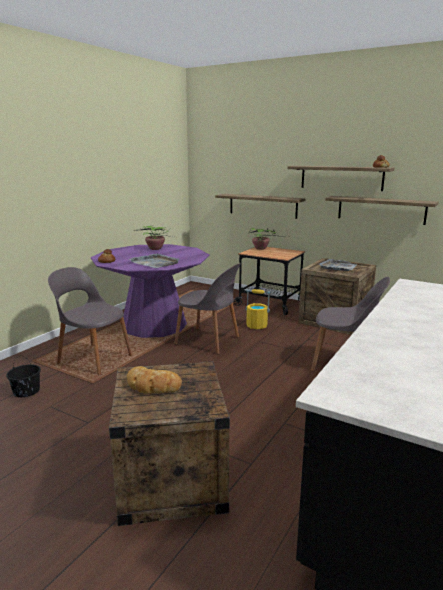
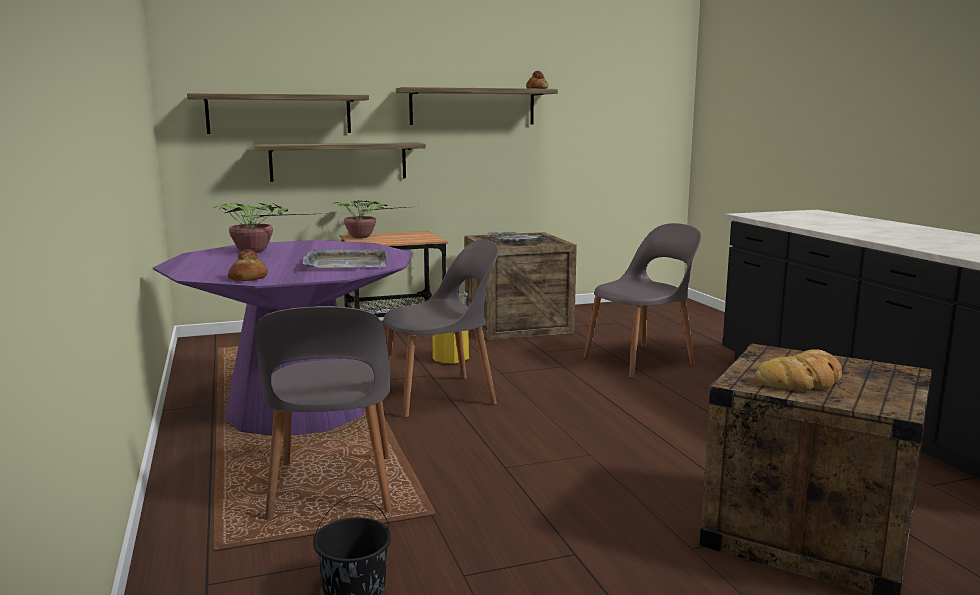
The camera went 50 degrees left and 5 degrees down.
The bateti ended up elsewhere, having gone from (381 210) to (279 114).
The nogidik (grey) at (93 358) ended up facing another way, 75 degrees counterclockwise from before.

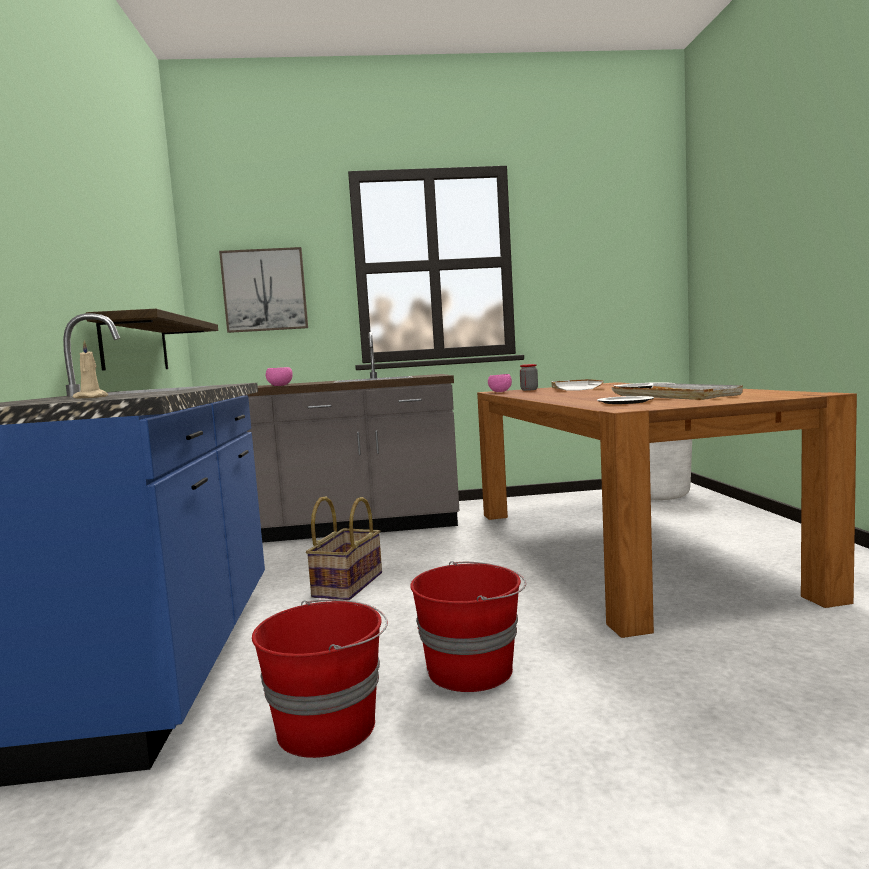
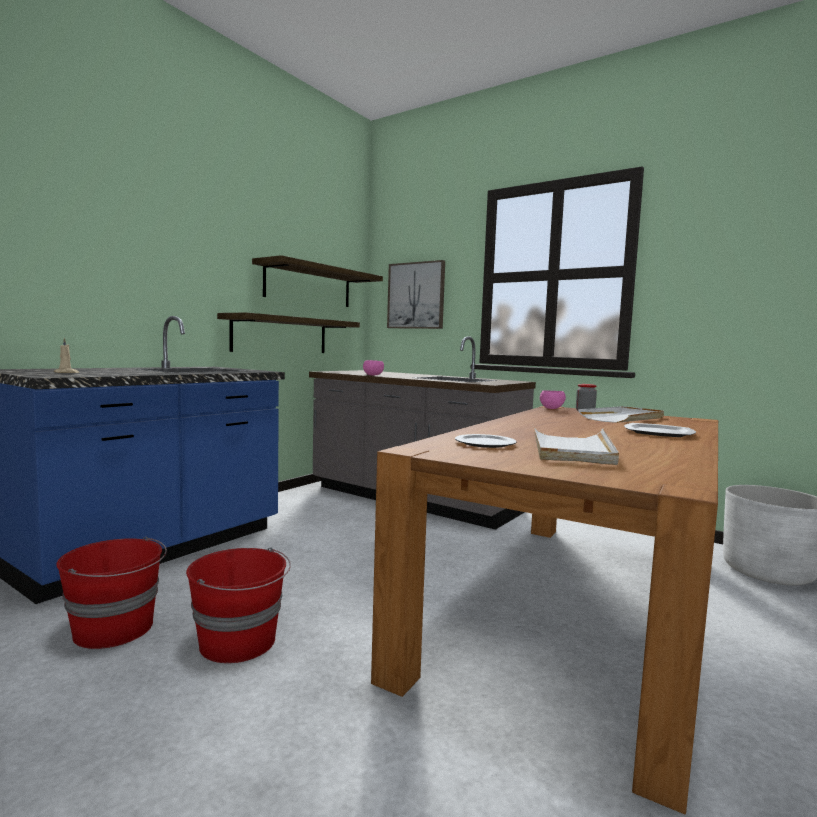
The camera went 40 degrees right and 0 degrees up.
The second view gained the bateti at (309 285).
The second view lost the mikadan at (347 584).

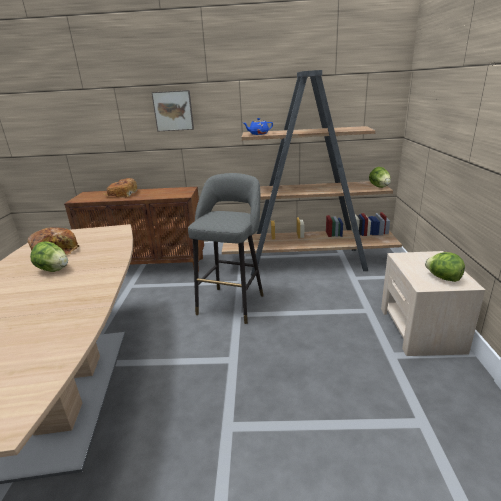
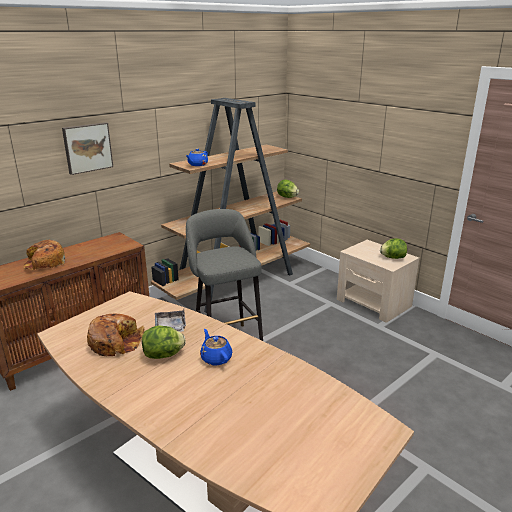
The camera went 45 degrees left and 0 degrees up.
The second view gained the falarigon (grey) at (171 327).
The second view gained the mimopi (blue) at (216 358).

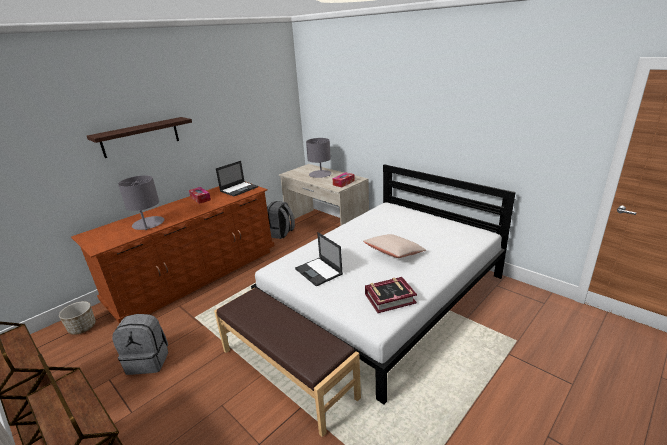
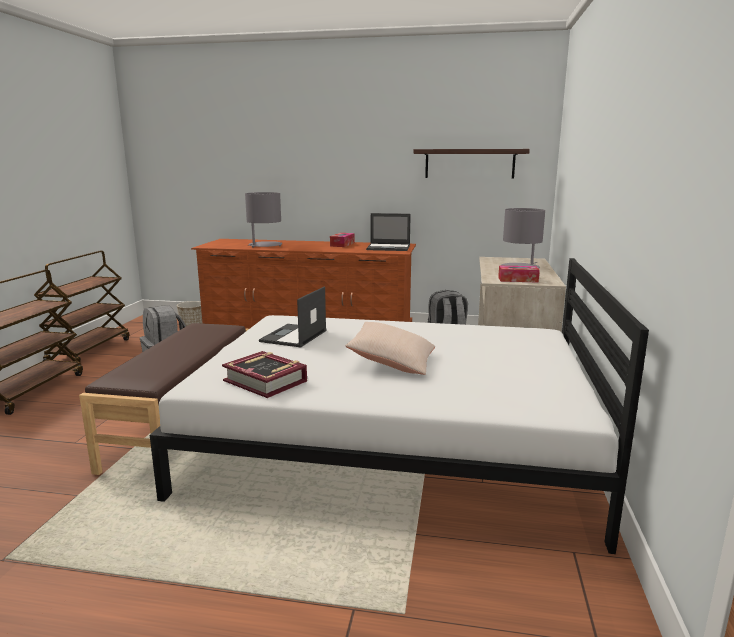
The camera went 55 degrees right and 10 degrees down.
The bateti ended up elsewhere, having gone from (140 137) to (469 163).

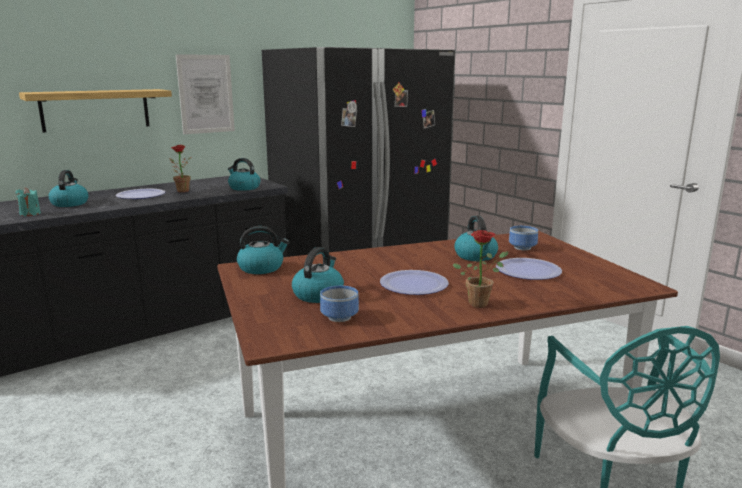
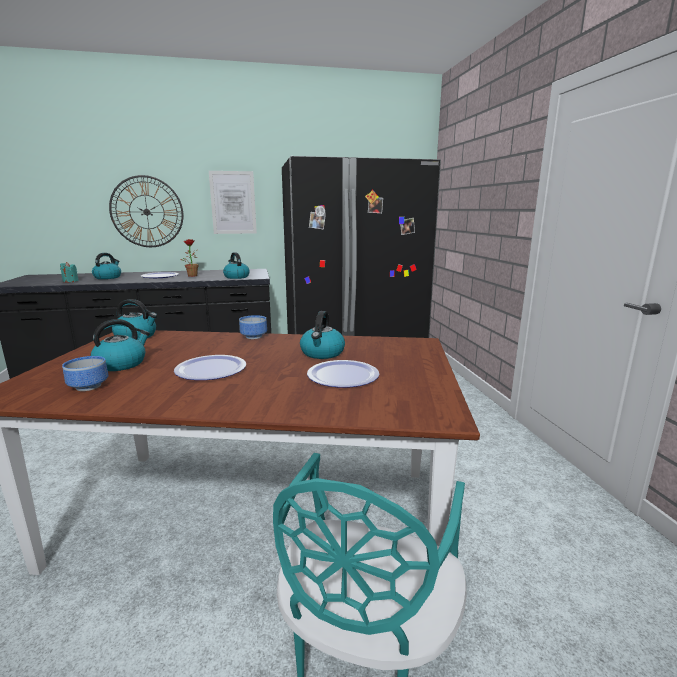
The camera went 25 degrees right and 0 degrees up.
Where the bateti hung at (95 110), the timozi came to hang at (147 212).
The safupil ended up elsewhere, having gone from (522 247) to (254 336).
The second view lost the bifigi at (480 303).

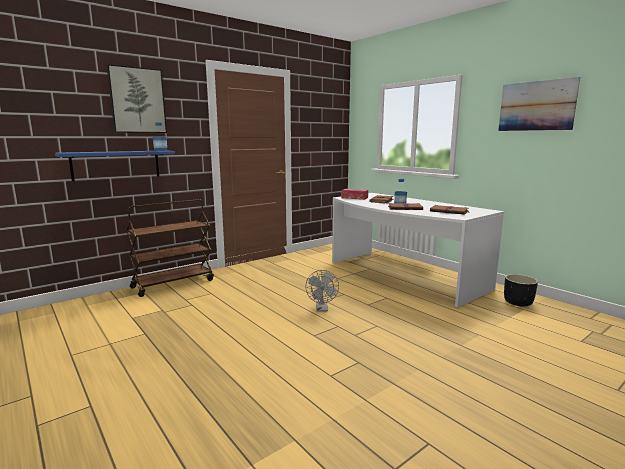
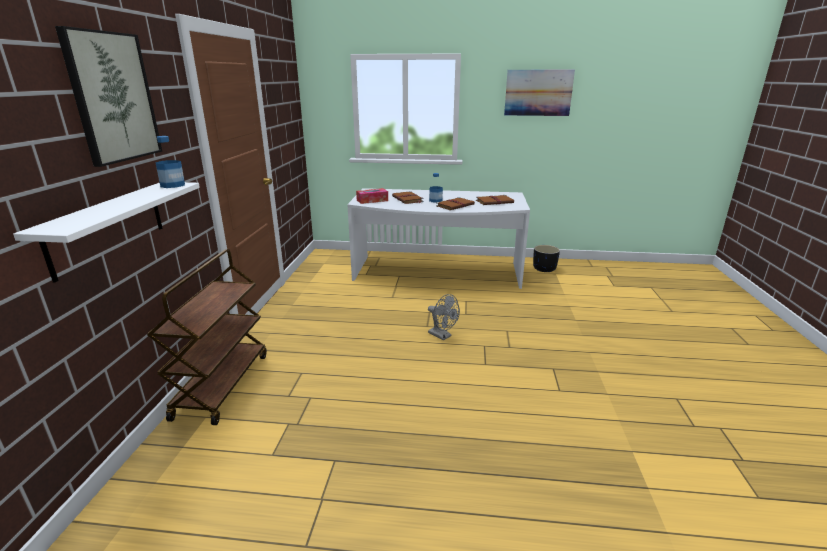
The camera went 45 degrees left and 10 degrees up.
What was the bateti (blue) at (116 165) turned into the bateti (white) at (108 227).

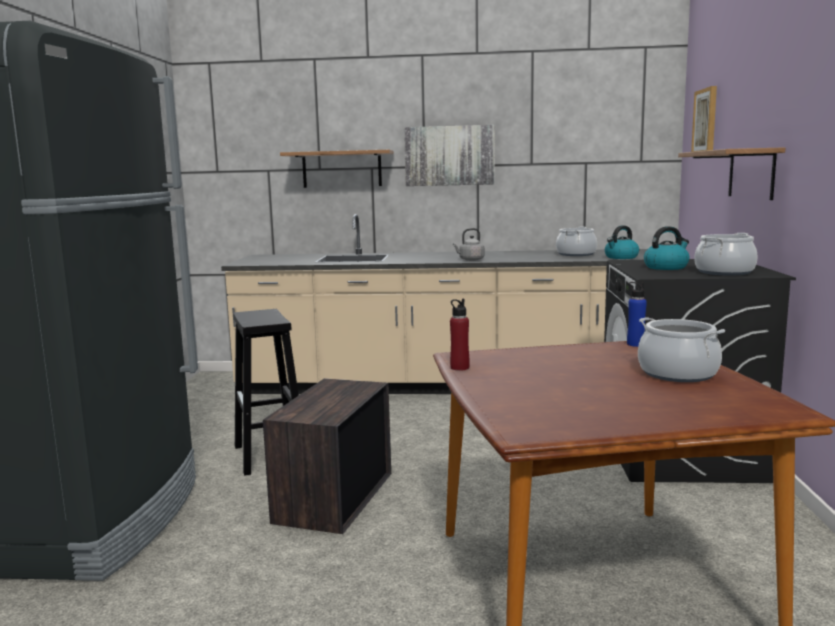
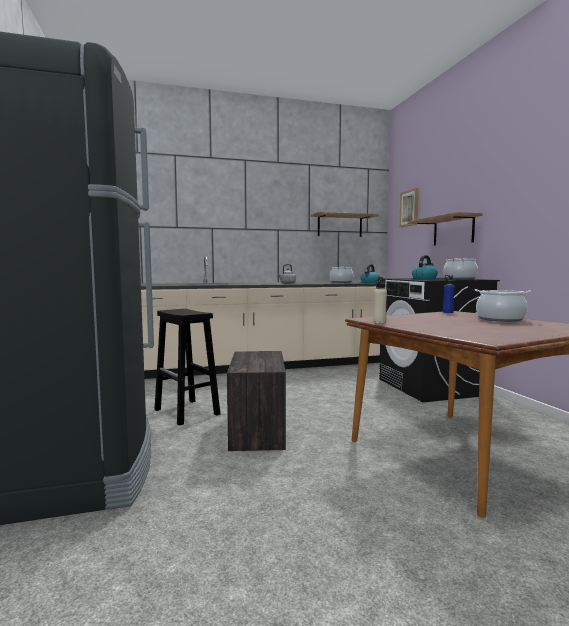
The camera went 20 degrees left and 5 degrees down.
The bateti ended up elsewhere, having gone from (342 169) to (339 226).
What was the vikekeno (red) at (459 367) turned into the vikekeno (beige) at (379 322).
The second view lost the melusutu at (449 156).

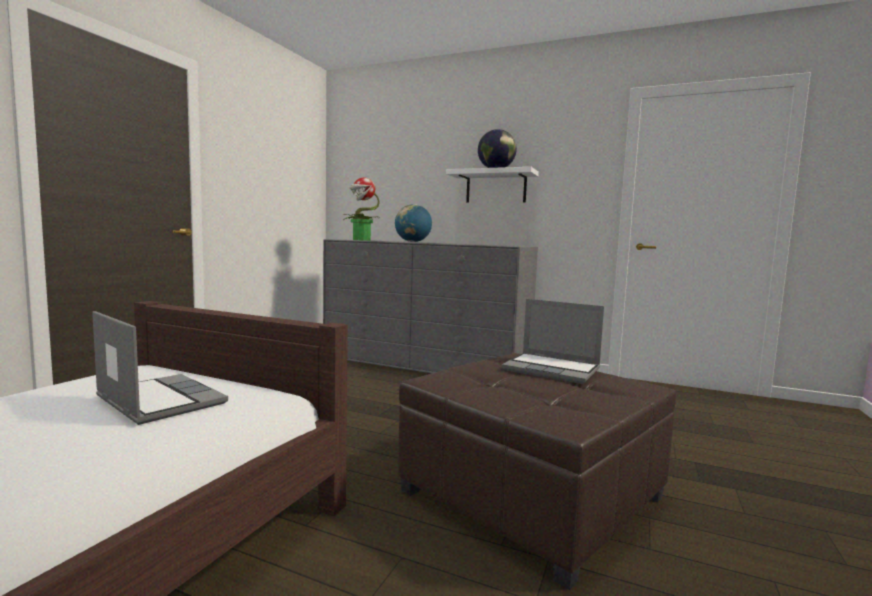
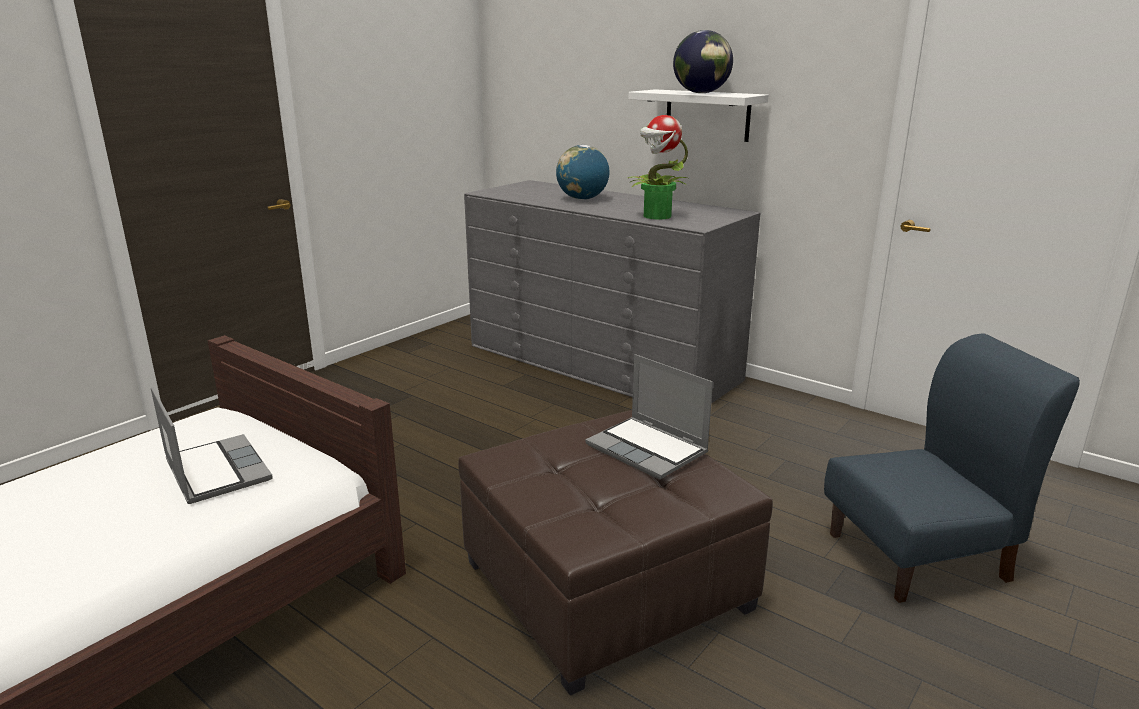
The camera went 15 degrees right and 15 degrees up.
The bifigi ended up elsewhere, having gone from (361 240) to (656 216).
The second view gained the nogidik (blue) at (919 556).

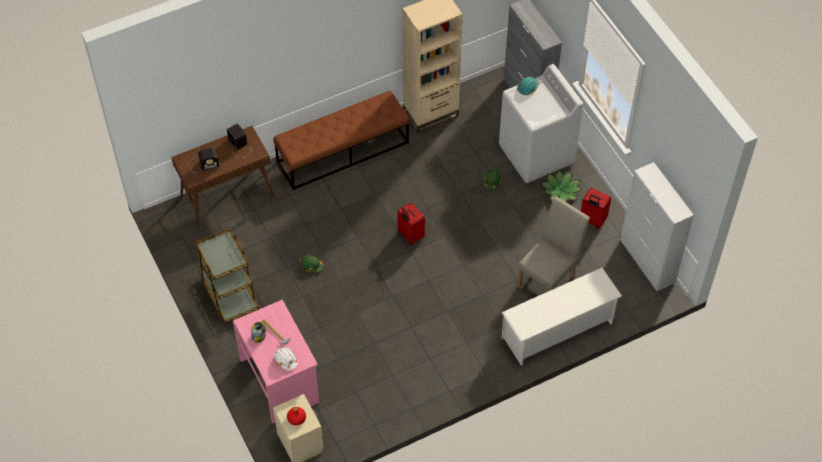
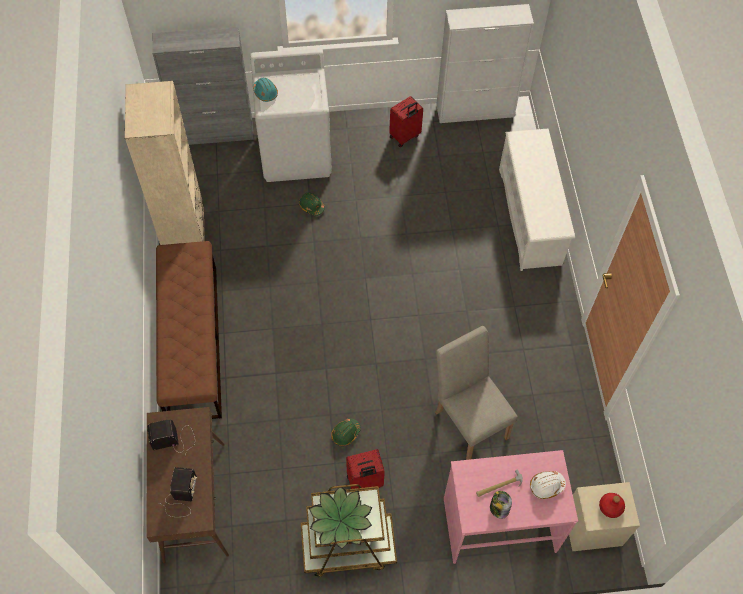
The camera went 70 degrees left and 5 degrees up.
The bifigi ended up elsewhere, having gone from (561 190) to (340 520).
The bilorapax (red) ended up elsewhere, having gone from (410 235) to (364 482).
The nogidik (beige) ended up elsewhere, having gone from (549 278) to (469 419).

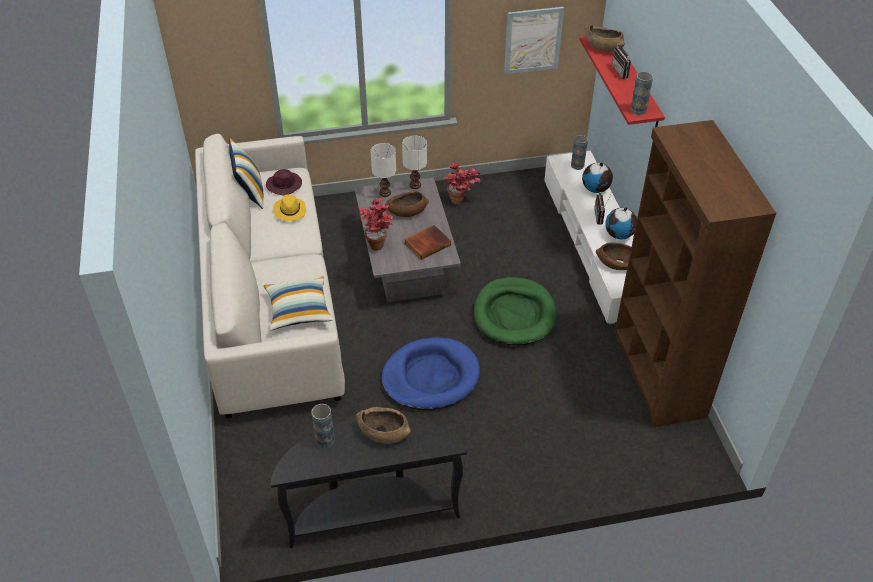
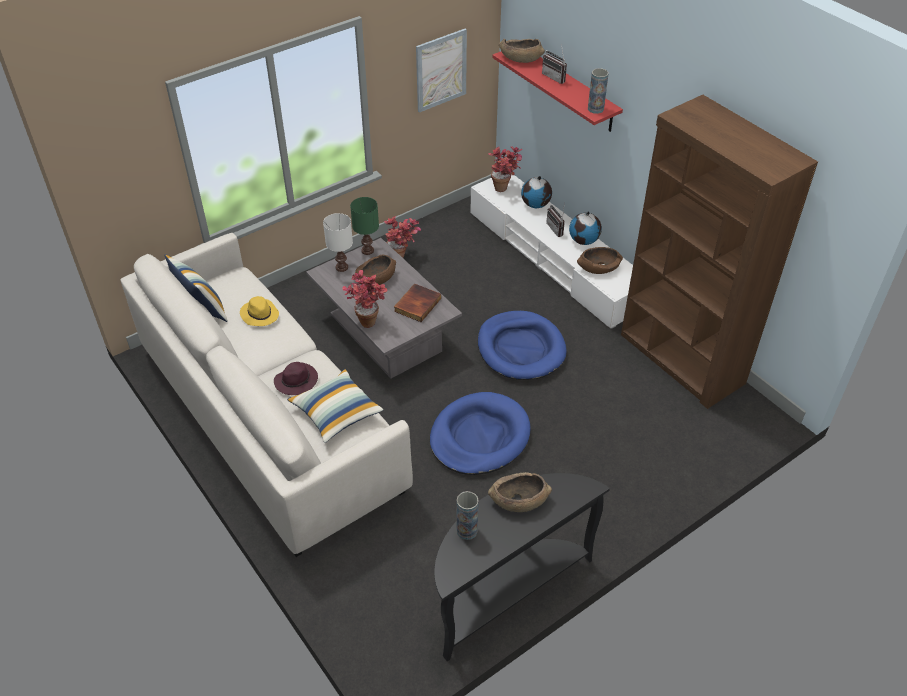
The camera went 25 degrees left and 0 degrees up.
The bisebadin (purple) ended up elsewhere, having gone from (285 185) to (296 380).
What was the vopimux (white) at (415 185) turned into the vopimux (green) at (368 250).
What was the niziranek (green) at (514 314) turned into the niziranek (blue) at (521 348).
Where the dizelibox stood at (577 165), the bifigi came to stand at (505 187).

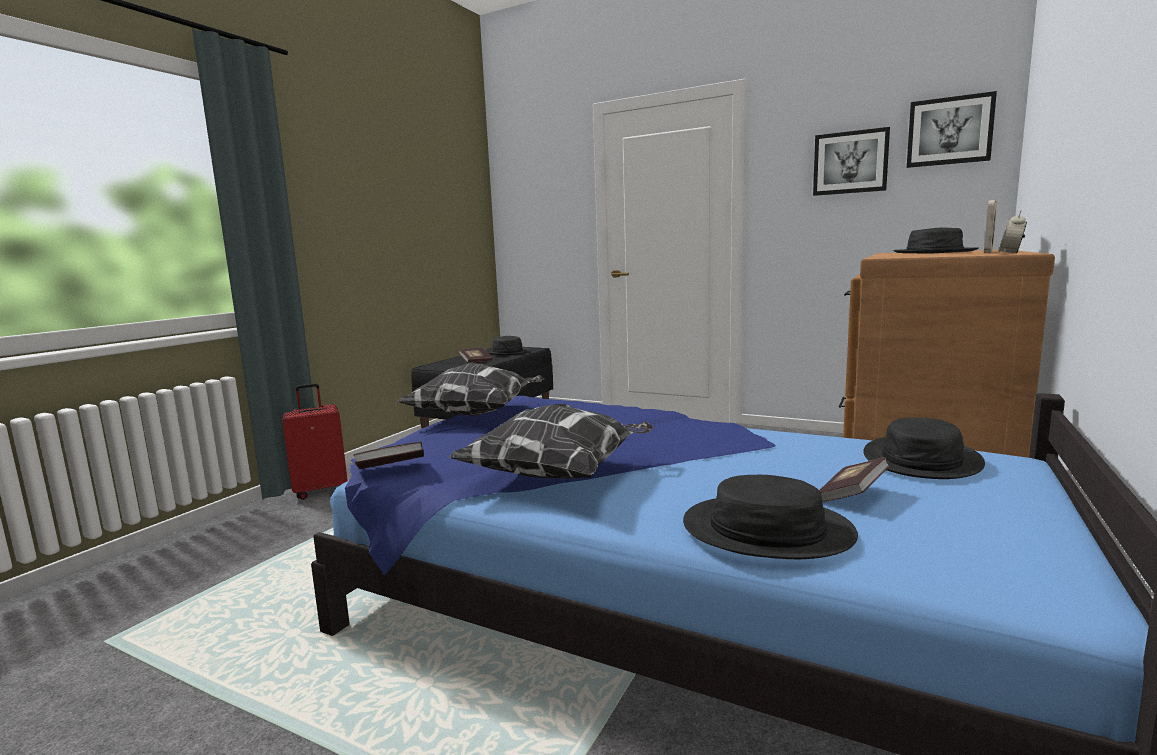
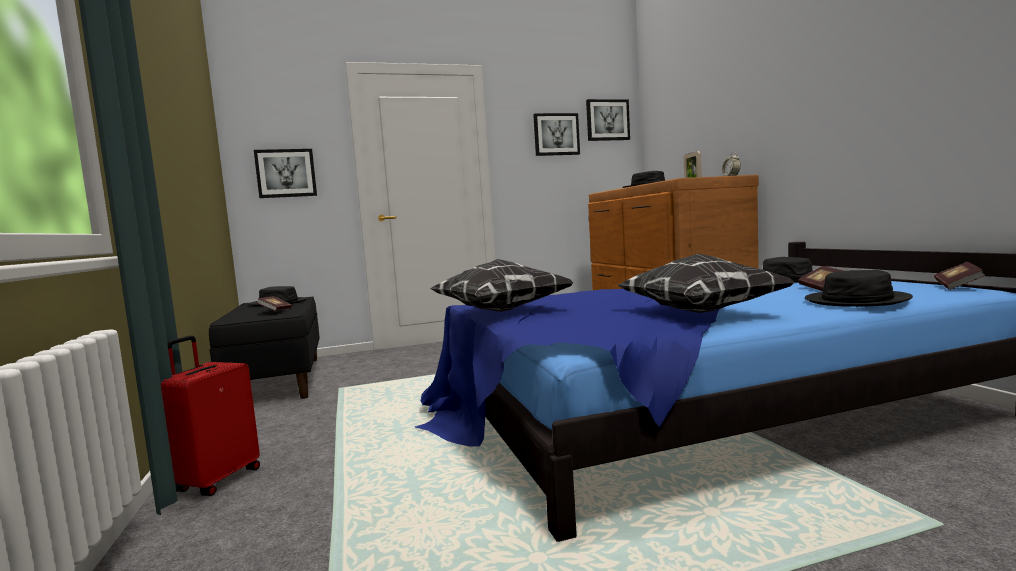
The camera went 45 degrees left and 5 degrees down.
The second view gained the melusutu at (286 173).
The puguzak ended up elsewhere, having gone from (391 470) to (957 286).

